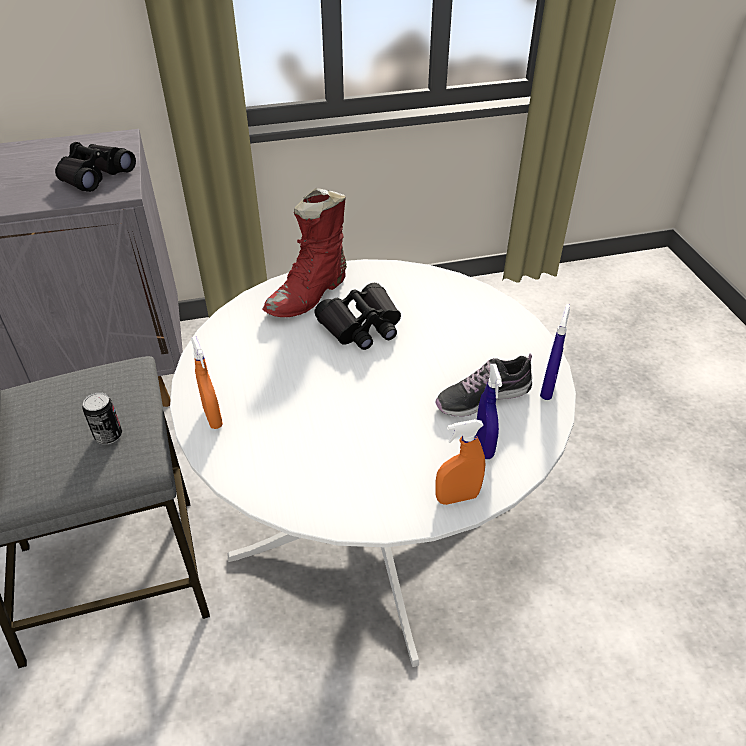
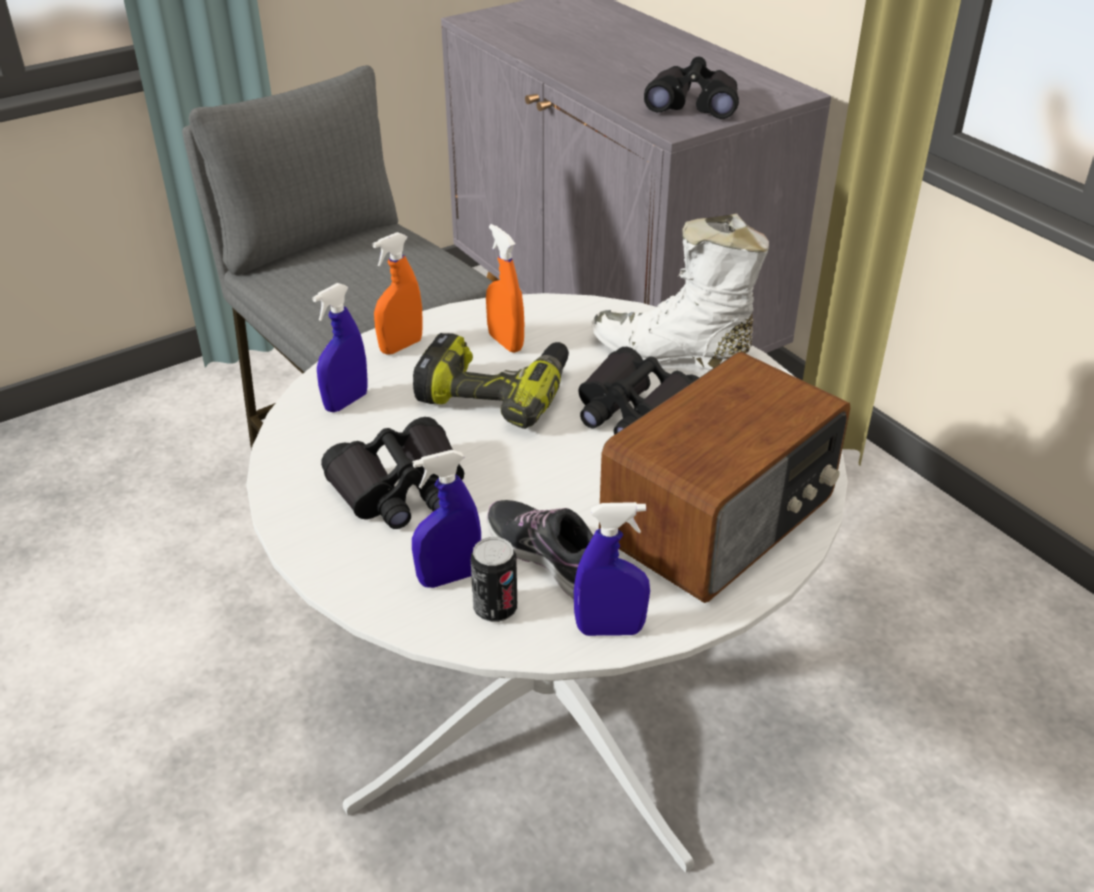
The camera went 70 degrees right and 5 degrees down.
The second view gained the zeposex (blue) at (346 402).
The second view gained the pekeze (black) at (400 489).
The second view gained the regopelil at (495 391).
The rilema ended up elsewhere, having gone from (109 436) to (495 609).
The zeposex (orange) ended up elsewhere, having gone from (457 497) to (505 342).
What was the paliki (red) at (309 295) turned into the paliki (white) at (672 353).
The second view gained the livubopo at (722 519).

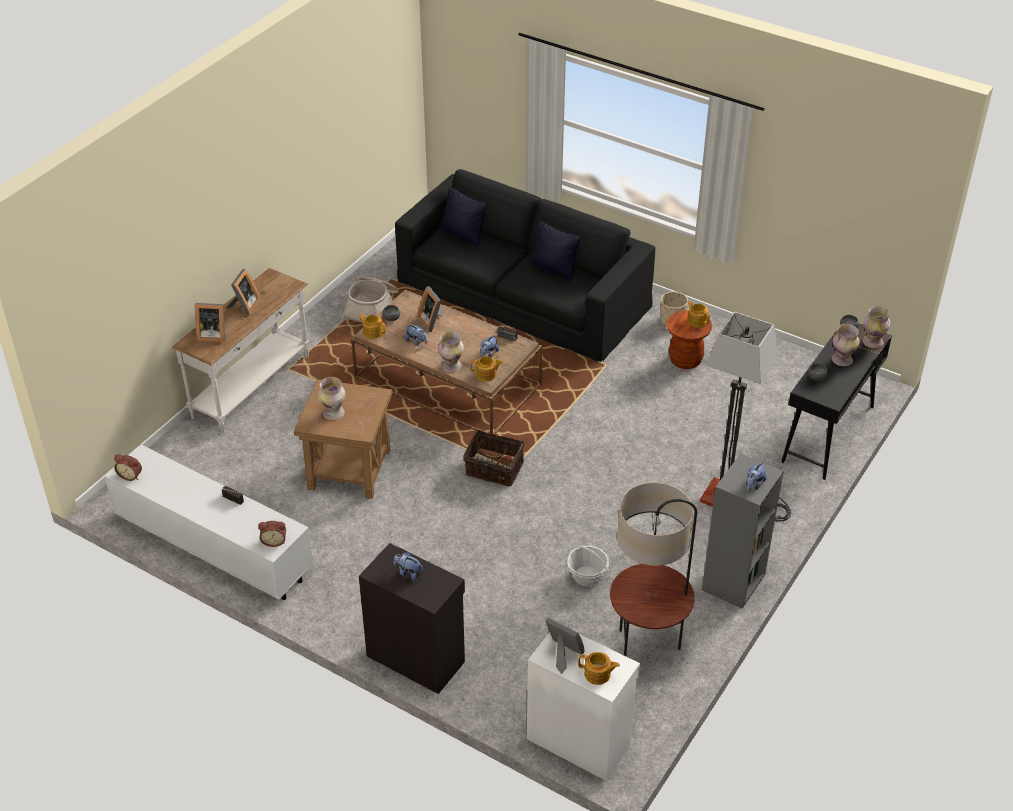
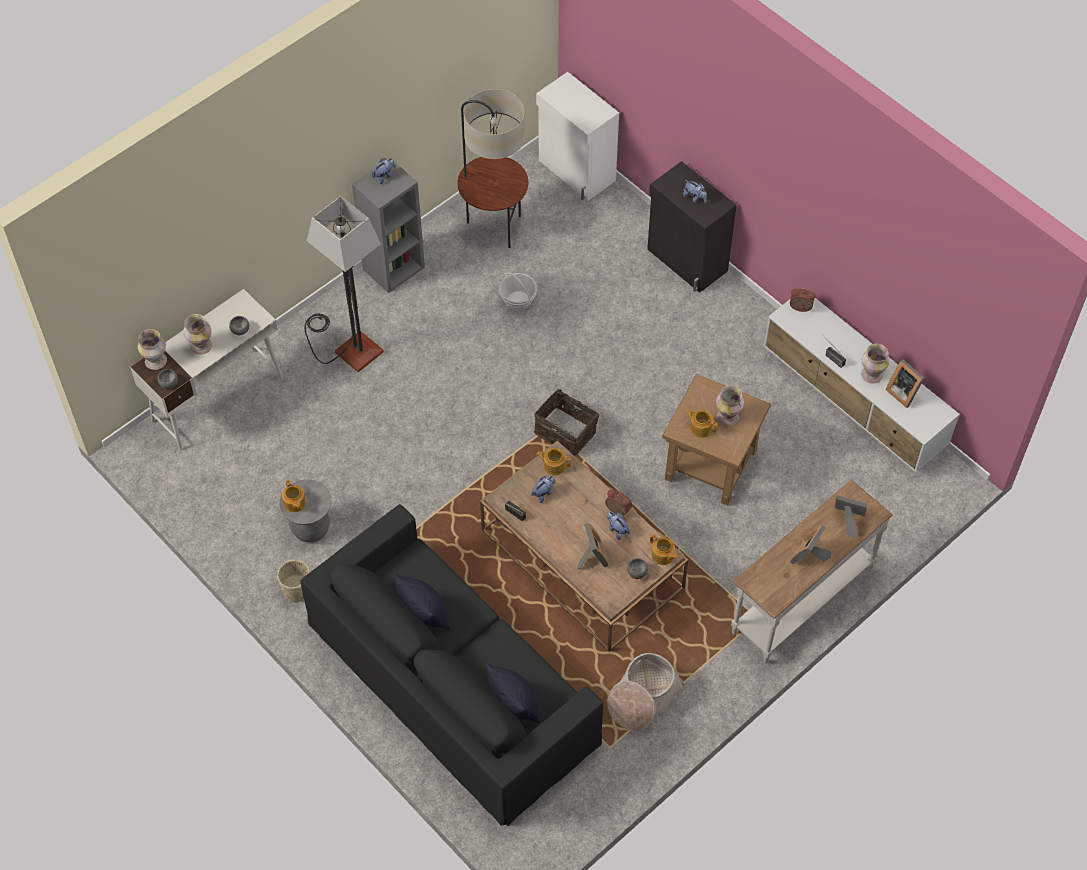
The camera went 165 degrees left and 15 degrees up.
What was the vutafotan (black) at (828 434) turned into the vutafotan (white) at (218 398).
What was the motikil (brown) at (685 360) turned into the motikil (grey) at (310 528).
The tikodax ended up elsewhere, having gone from (131 475) to (617 511).
The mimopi ended up elsewhere, having gone from (597 674) to (700 427).
The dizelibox ended up elsewhere, having gone from (451 366) to (871 374).
The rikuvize ended up elsewhere, having gone from (563 655) to (903 392).

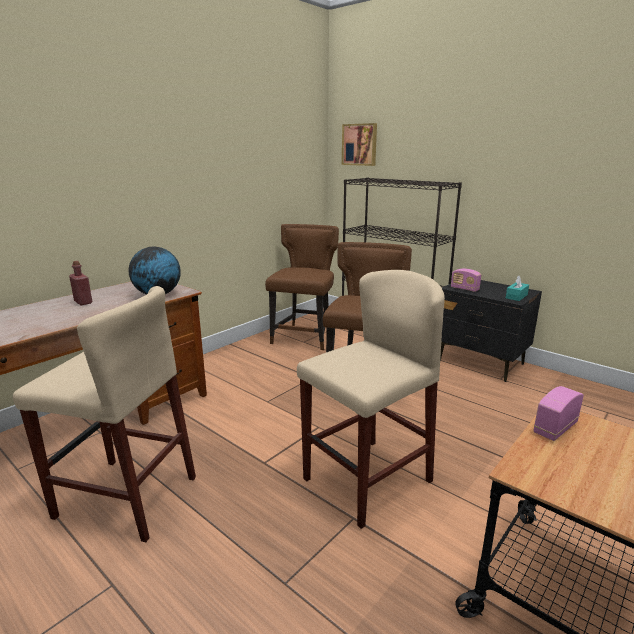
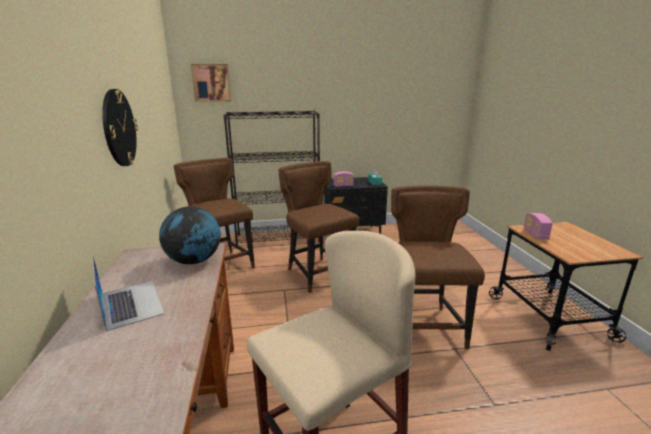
The camera went 50 degrees left and 0 degrees up.
Where the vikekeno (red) stood at (83 302), the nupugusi came to stand at (131 303).
The second view gained the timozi at (119 128).
Where the motikil (beige) stood at (367 480), the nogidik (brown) came to stand at (424 326).

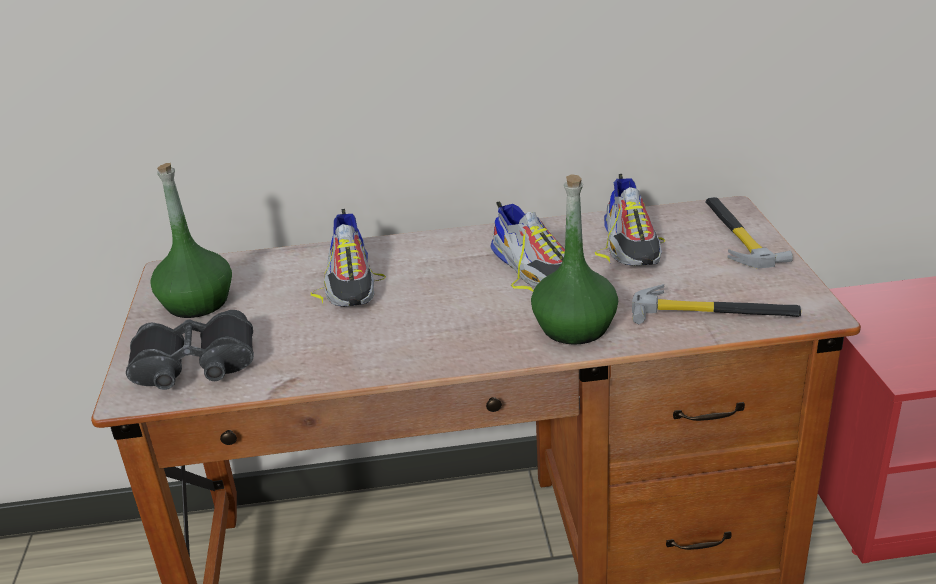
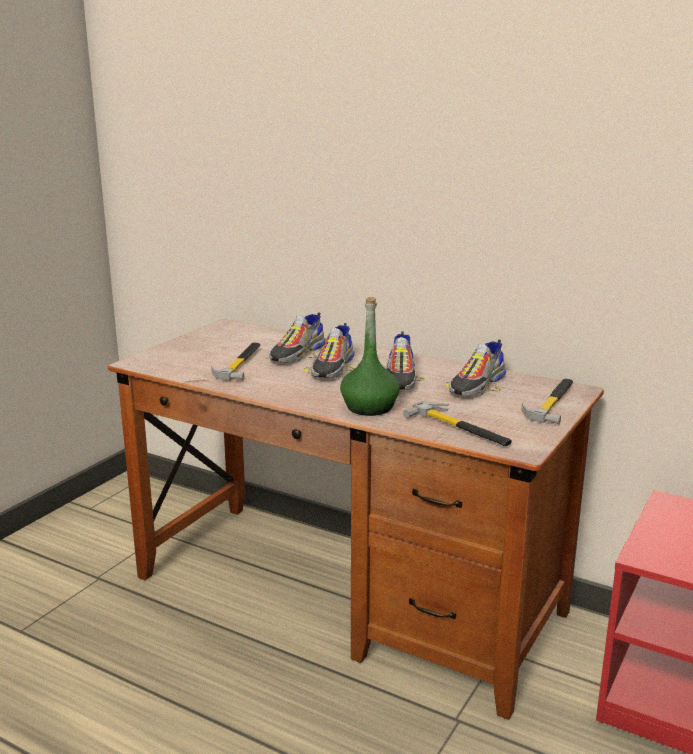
The camera went 35 degrees right and 10 degrees down.
The second view gained the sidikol at (240 363).
The second view gained the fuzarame at (333 368).
The second view lost the pekeze (black) at (195 366).
The second view lost the vikekeno (green) at (197 303).

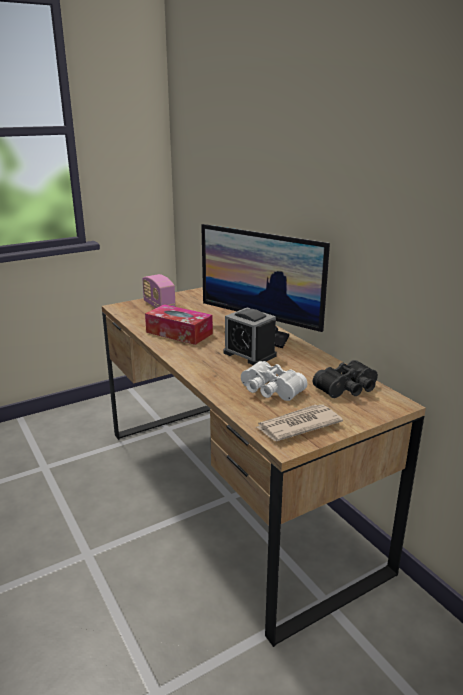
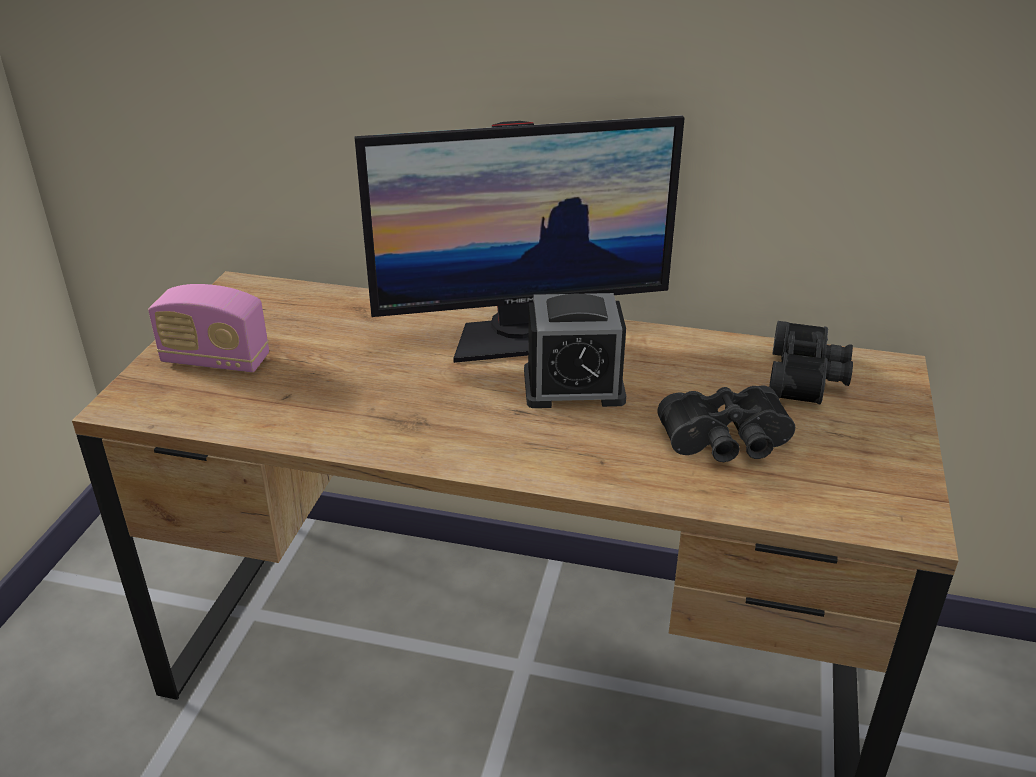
The camera went 45 degrees left and 10 degrees up.
What was the pekeze (white) at (269 391) turned into the pekeze (black) at (727 443).
The second view lost the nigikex at (179 333).
The second view lost the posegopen at (297 425).

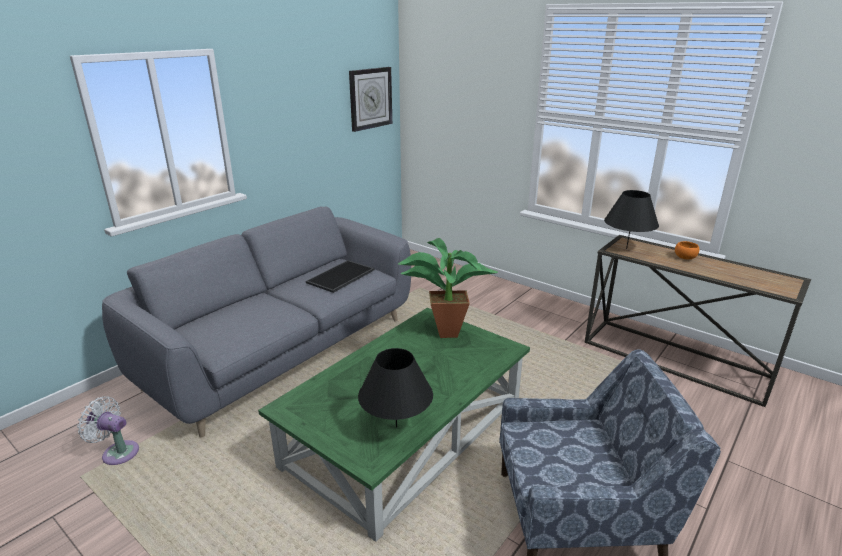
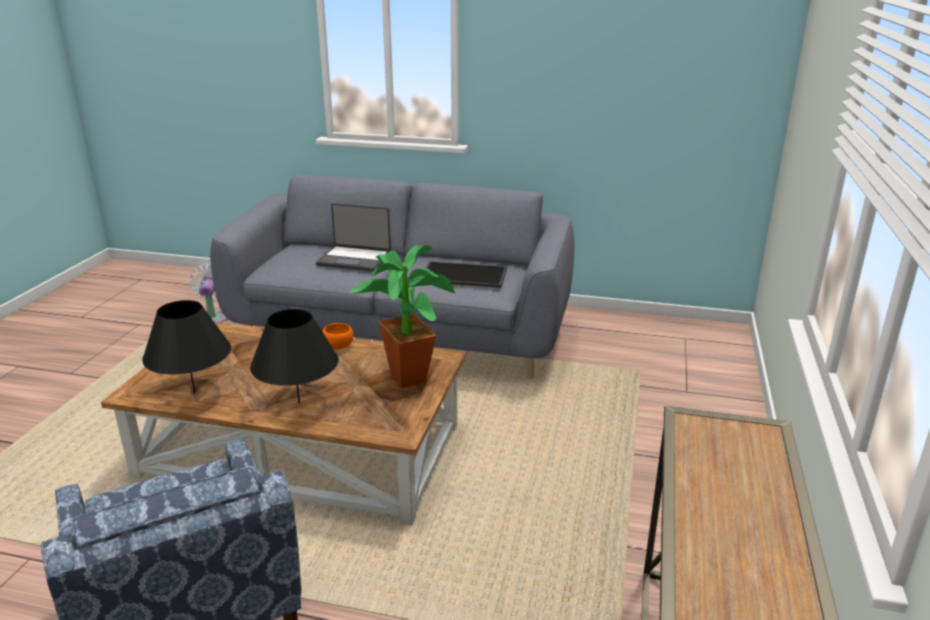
The camera went 65 degrees right and 0 degrees up.
What was the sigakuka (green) at (406 431) turned into the sigakuka (brown) at (304 449).
The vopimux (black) ended up elsewhere, having gone from (626 248) to (299 403).
The second view gained the nupugusi at (355 259).
The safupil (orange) ended up elsewhere, having gone from (685 258) to (338 347).
The second view lost the timozi at (370 98).

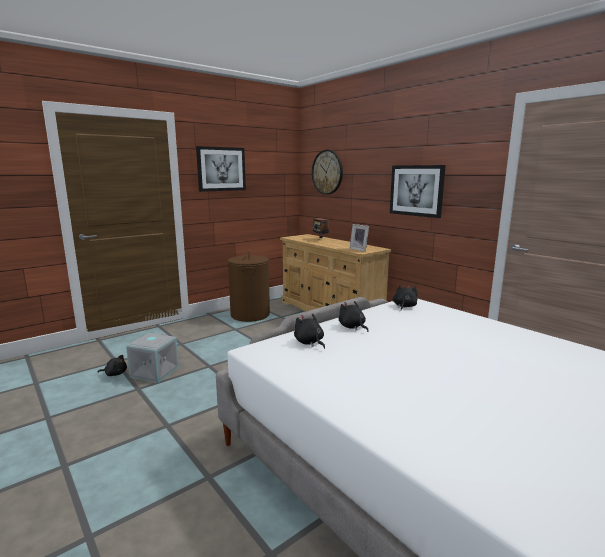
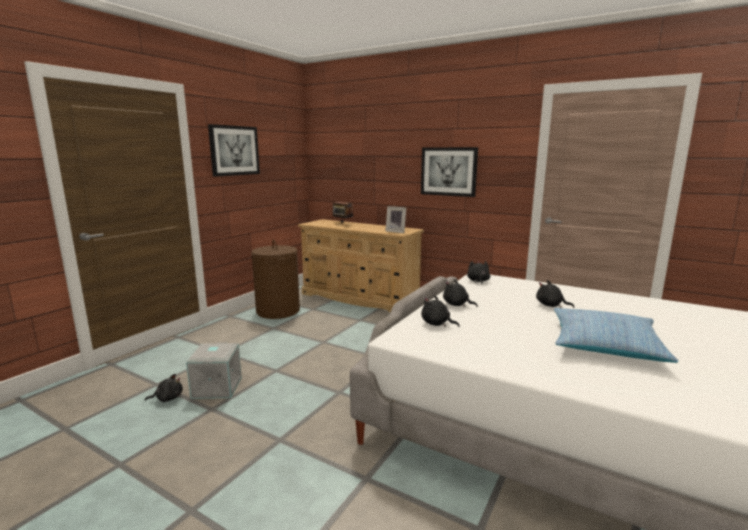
The camera went 20 degrees left and 0 degrees up.
The second view gained the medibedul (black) at (551 305).
The second view gained the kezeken at (605 344).
The second view lost the timozi at (327 172).

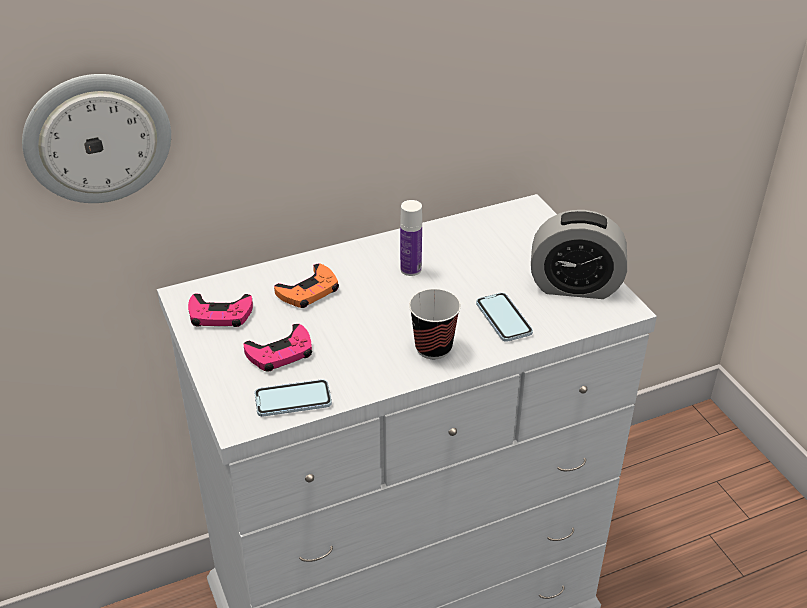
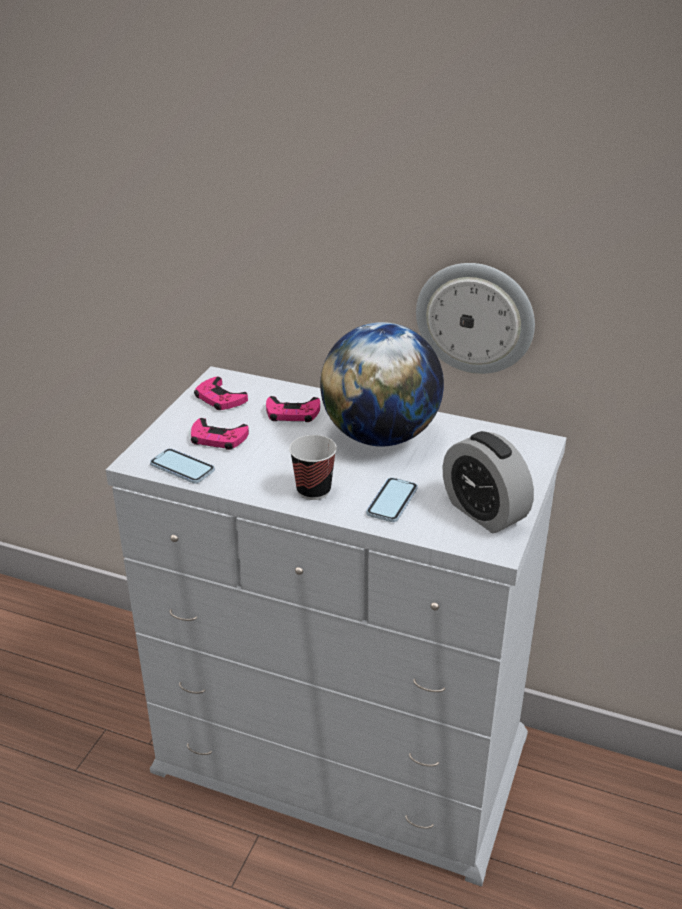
The camera went 45 degrees right and 5 degrees down.
What was the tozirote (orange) at (309 291) turned into the tozirote (pink) at (292 413).
Where the vikekeno stood at (410 269), the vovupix came to stand at (380 436).
The timozi ended up elsewhere, having gone from (97 138) to (475 317).

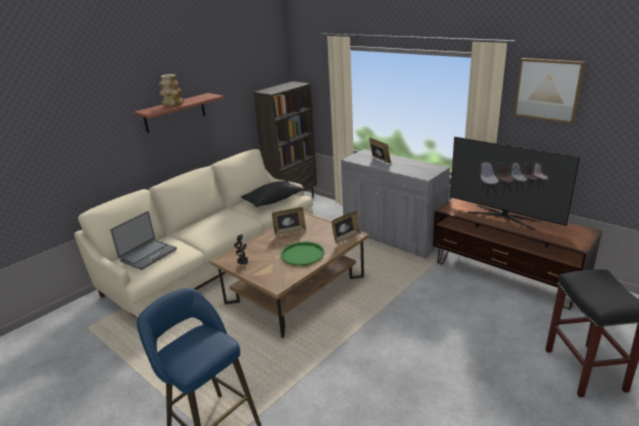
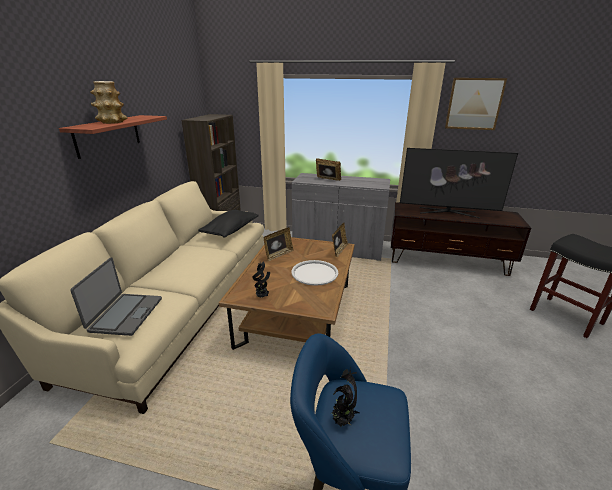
The camera went 30 degrees left and 0 degrees up.
What was the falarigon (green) at (302 254) turned into the falarigon (white) at (314 273).
The second view gained the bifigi at (343 421).

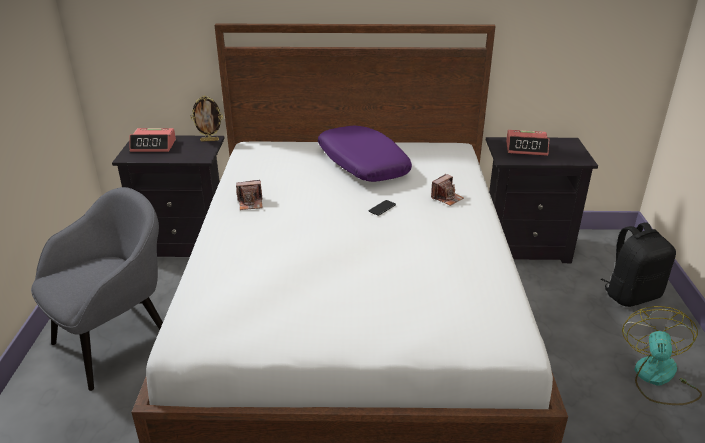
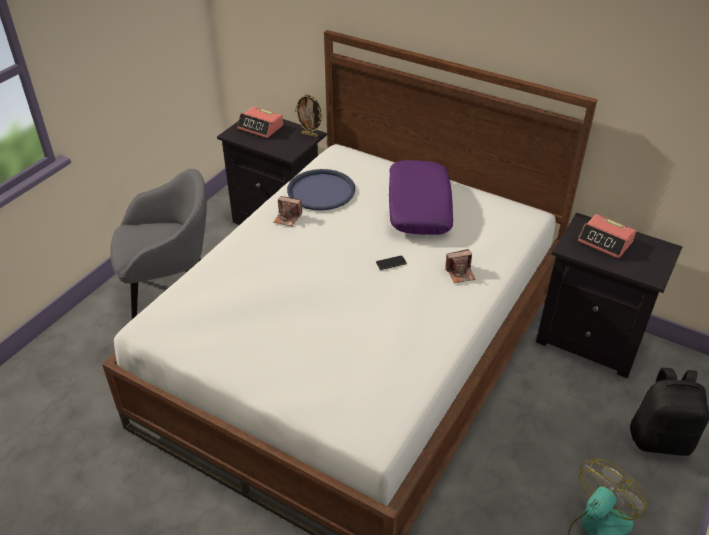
The camera went 30 degrees right and 10 degrees up.
The second view gained the falarigon (blue) at (321 190).

